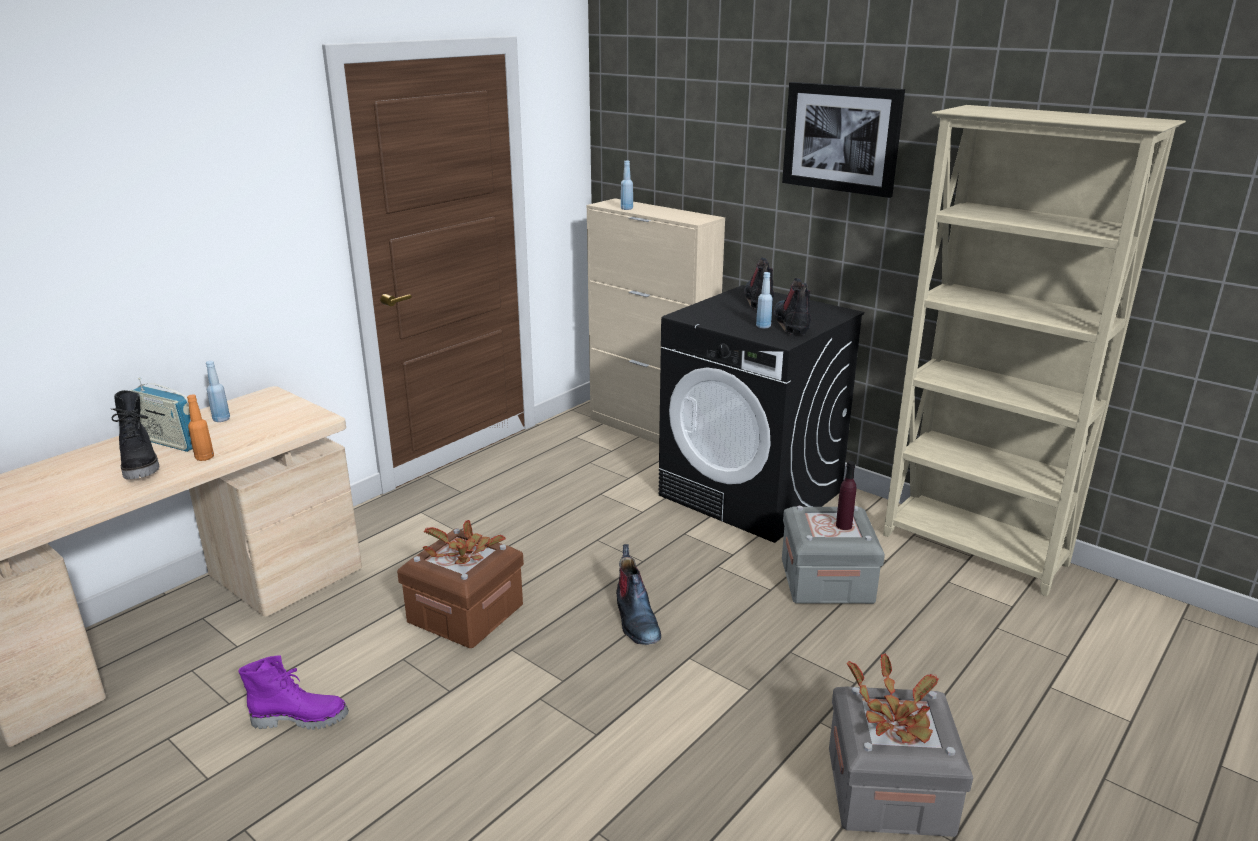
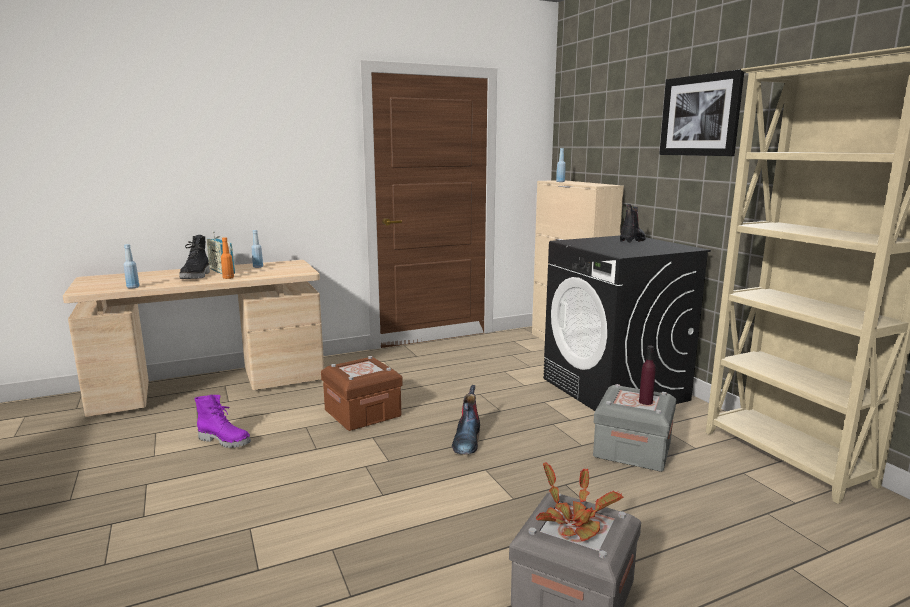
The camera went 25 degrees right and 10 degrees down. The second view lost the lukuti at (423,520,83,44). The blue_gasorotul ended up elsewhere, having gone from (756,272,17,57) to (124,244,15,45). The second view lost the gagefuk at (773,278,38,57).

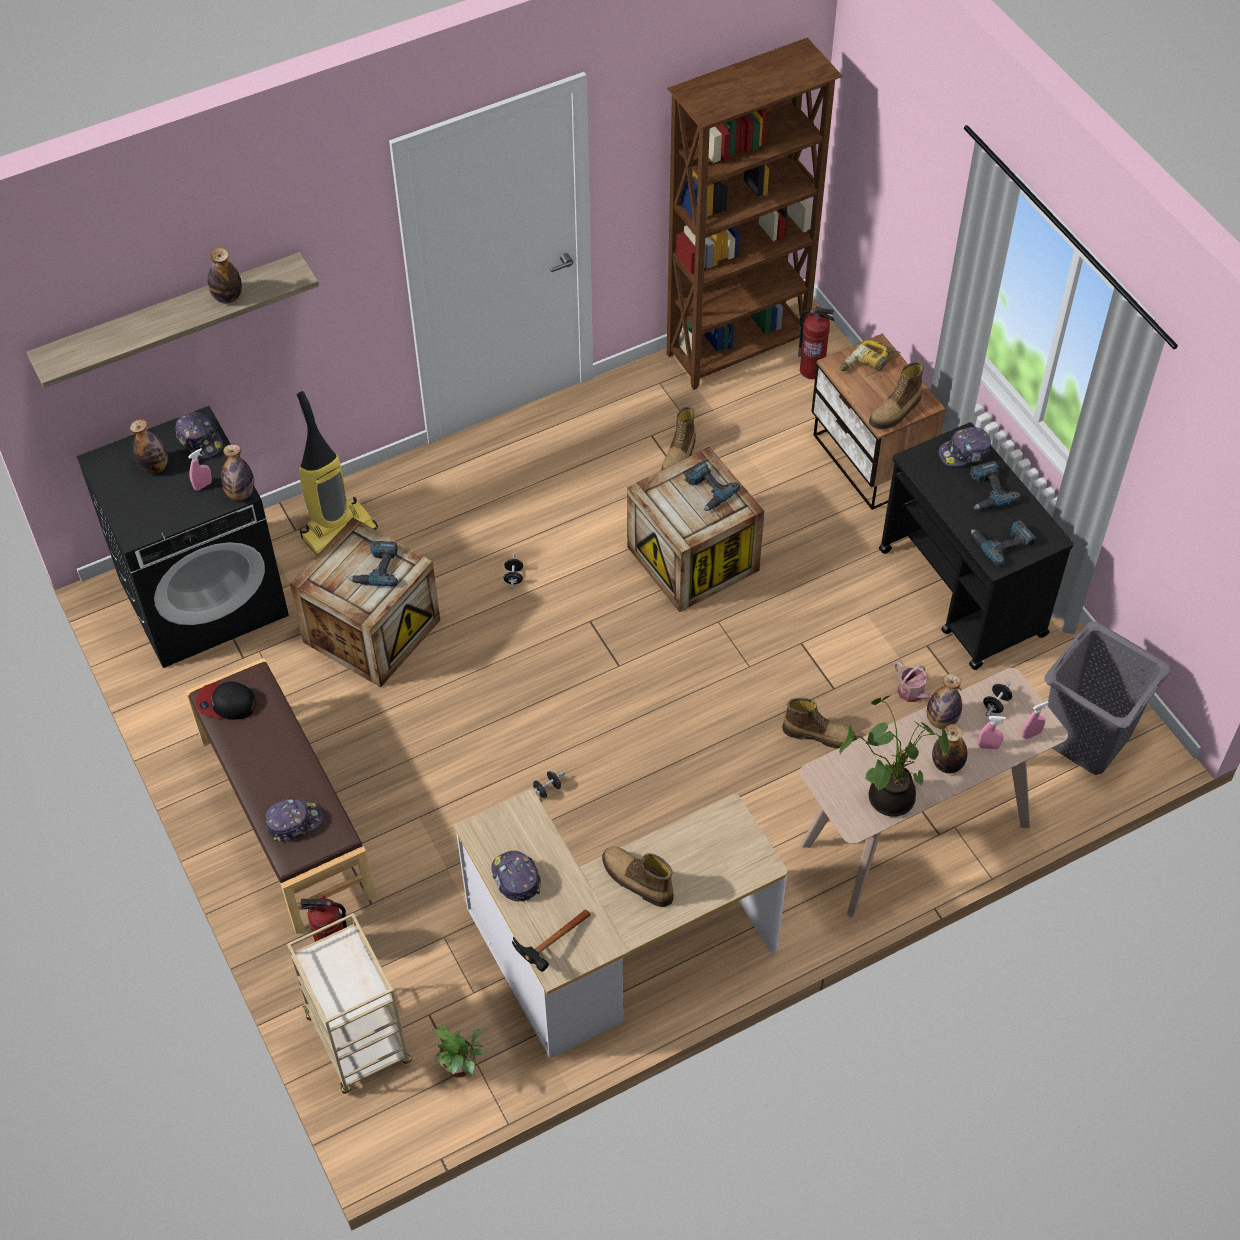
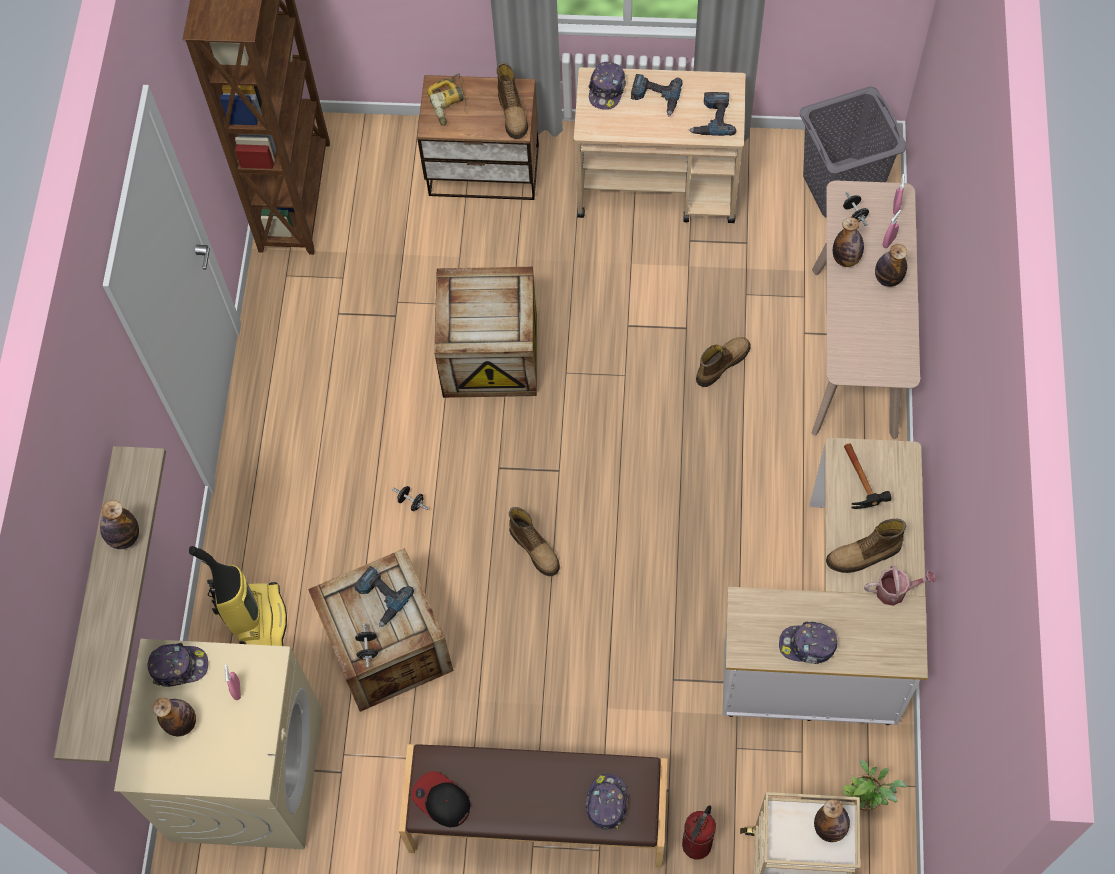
The camera went 55 degrees left and 10 degrees up. What was the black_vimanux at (76,406,213,262) turned into the beige_vimanux at (114,639,208,210). The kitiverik at (196,681,60,39) ended up facing another way, 90 degrees clockwise from before. The gasorotul ended up elsewhere, having gone from (221,444,33,56) to (814,799,36,43). The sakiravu ended up elsewhere, having gone from (512,910,78,62) to (844,443,47,66). The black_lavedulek ended up elsewhere, having gone from (533,771,32,27) to (355,623,23,45). The gagefuk ended up elsewhere, having gone from (661,406,35,64) to (509,507,51,69). The second view lost the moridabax at (685,461,55,50). The second view lost the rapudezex at (798,306,37,73). The second view lost the lukuti at (839,696,110,121). What was the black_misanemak at (879,422,195,248) turned into the beige_misanemak at (574,67,172,156). The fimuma ended up elsewhere, having gone from (894,662,41,40) to (864,565,72,41).

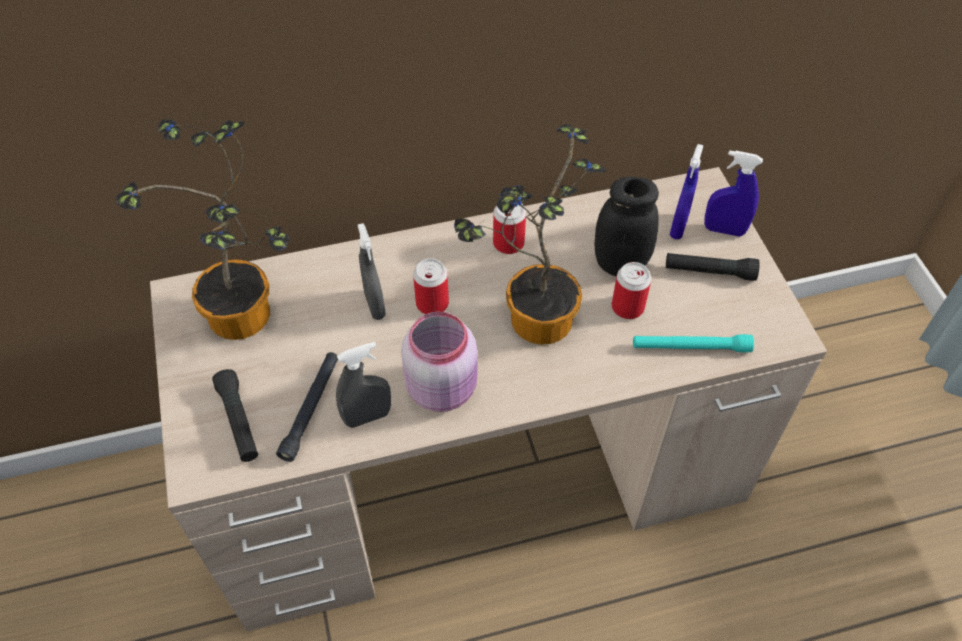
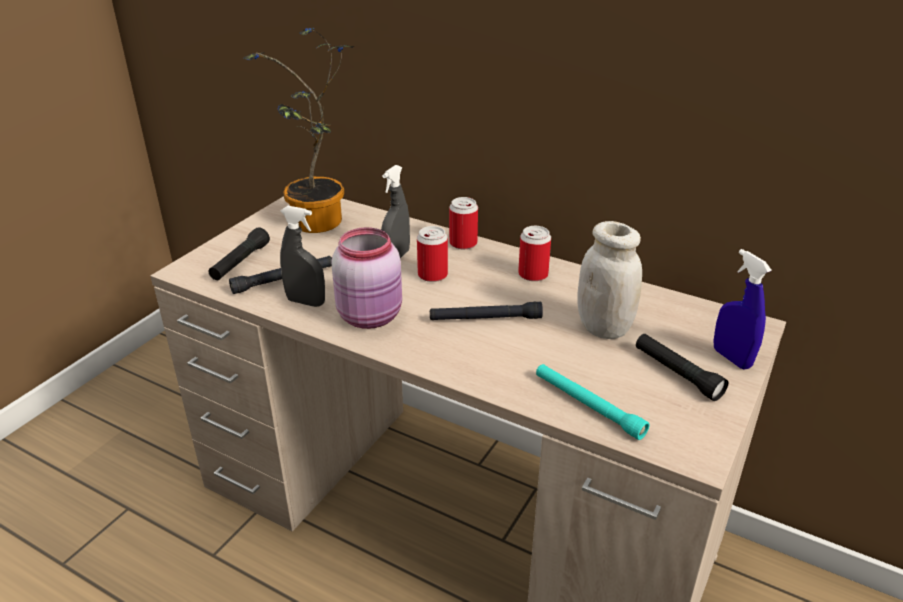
The camera went 45 degrees right and 20 degrees down. Where the lukuti stood at (454,124,152,221), the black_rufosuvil came to stand at (430,302,113,18). What was the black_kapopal at (595,177,64,99) turned into the white_kapopal at (577,221,65,118). The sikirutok ended up elsewhere, having gone from (612,262,39,57) to (449,197,29,52). The second view lost the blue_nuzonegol at (670,144,33,95).

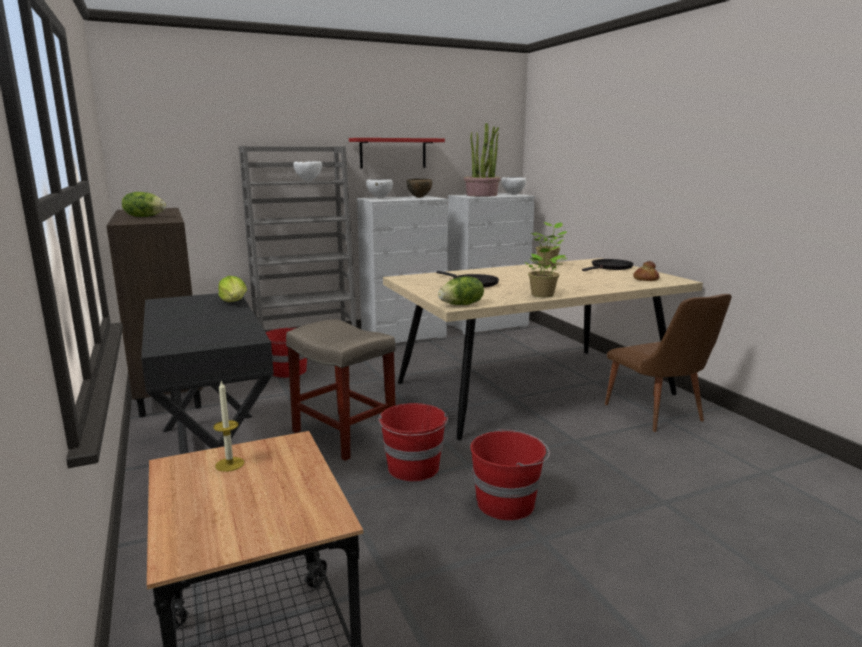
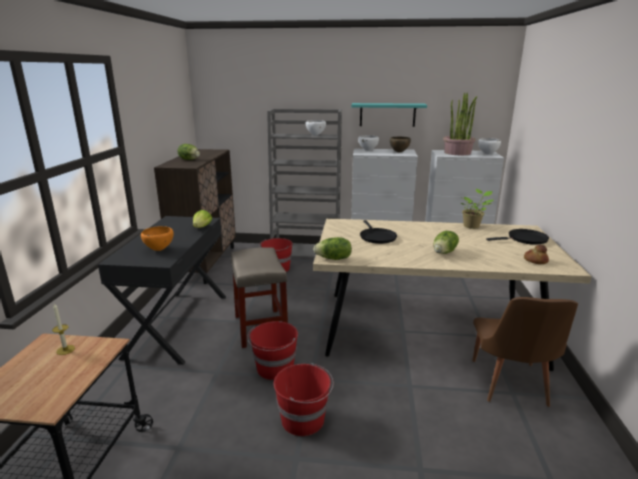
The camera went 30 degrees right and 5 degrees up. What was the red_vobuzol at (349,138,96,31) turned into the turquoise_vobuzol at (351,103,76,24). The second view lost the lukuti at (524,246,43,51). The second view gained the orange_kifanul at (141,226,33,25). The second view gained the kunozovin at (433,231,26,23).

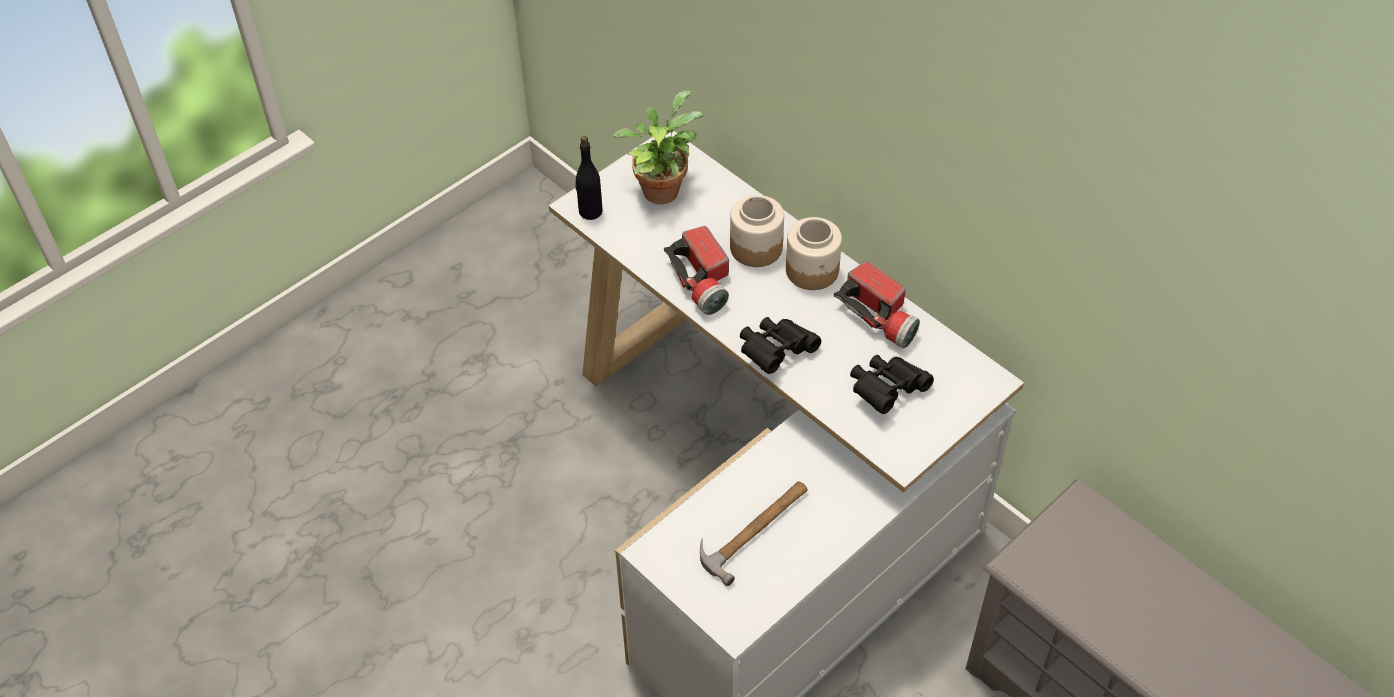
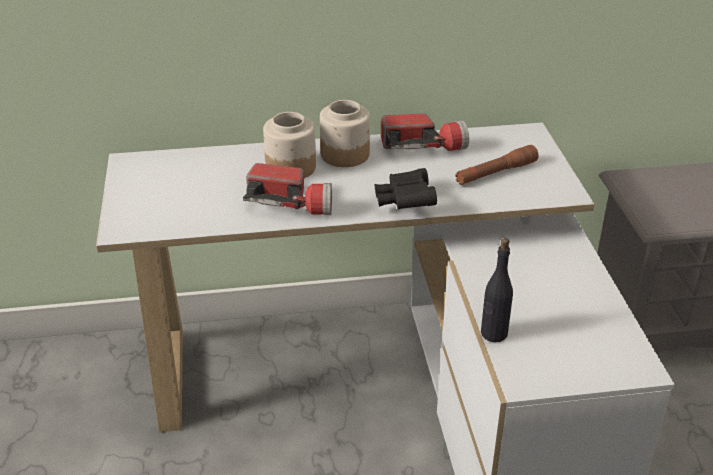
The camera went 55 degrees left and 15 degrees down. The black_gasorotul ended up elsewhere, having gone from (575,136,28,84) to (481,238,32,104). The second view lost the lukuti at (613,91,90,113). The second view lost the sakiravu at (700,481,108,105). Where the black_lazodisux stood at (850,355,84,59), the brown_rufosuvil came to stand at (455,145,84,40).

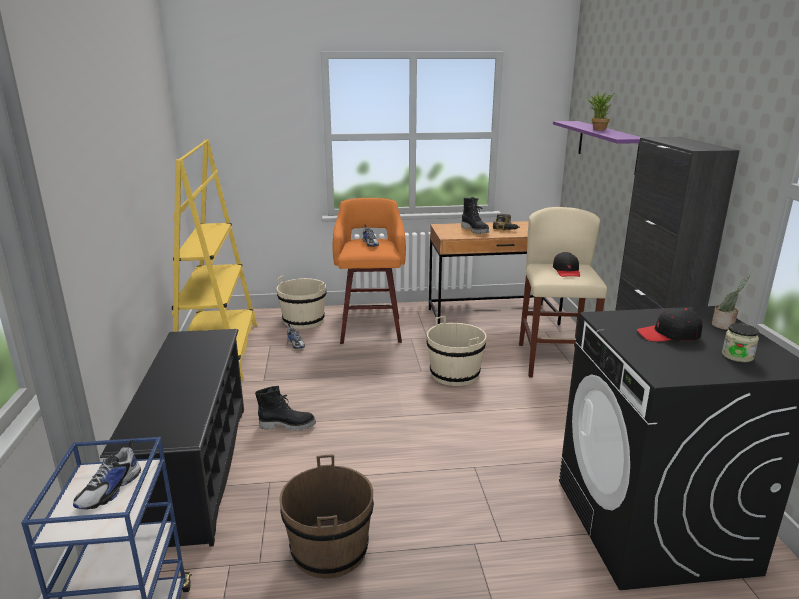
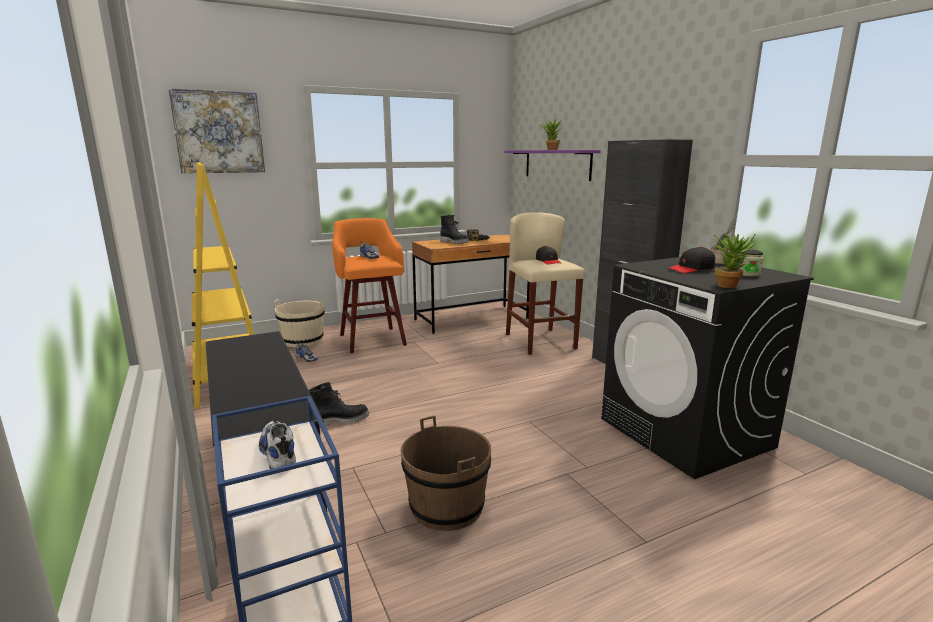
The camera went 20 degrees left and 5 degrees down. The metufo at (73,440,68,70) ended up facing another way, 150 degrees clockwise from before. The second view lost the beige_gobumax at (427,316,59,70). The second view gained the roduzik at (168,88,97,86). The second view gained the lukuti at (712,233,43,55).

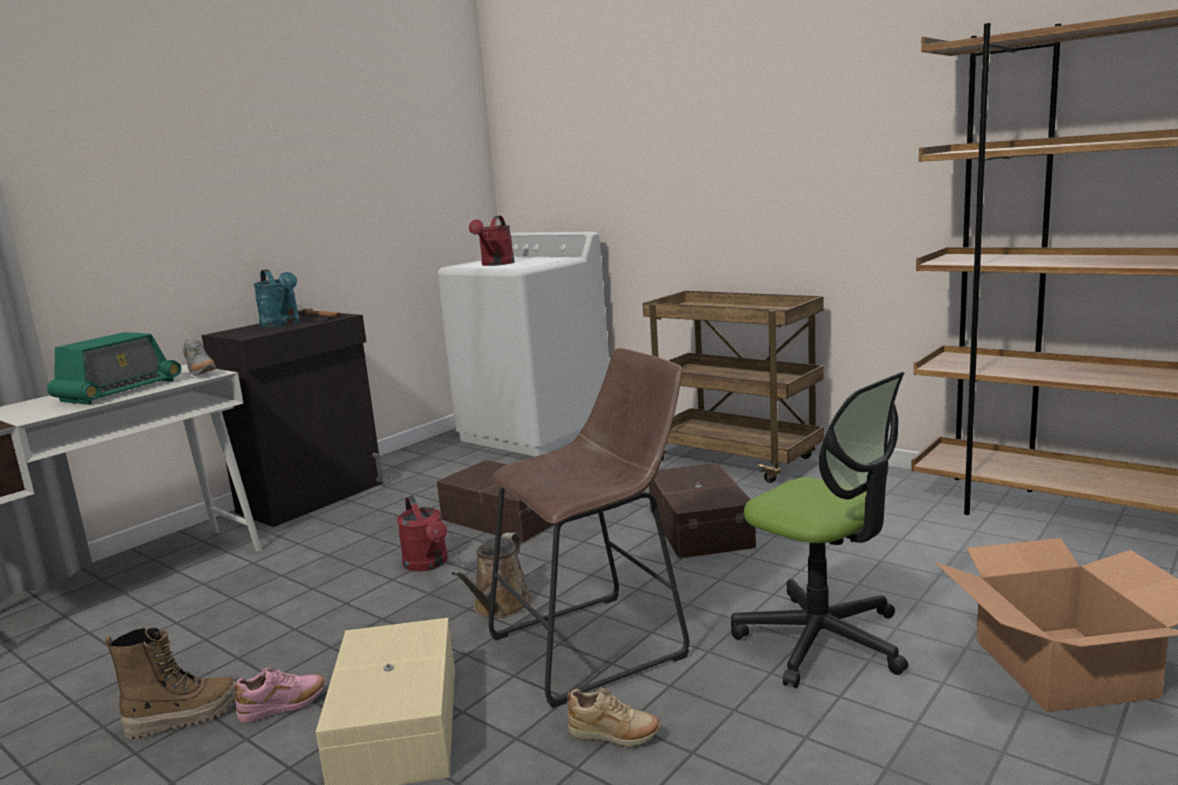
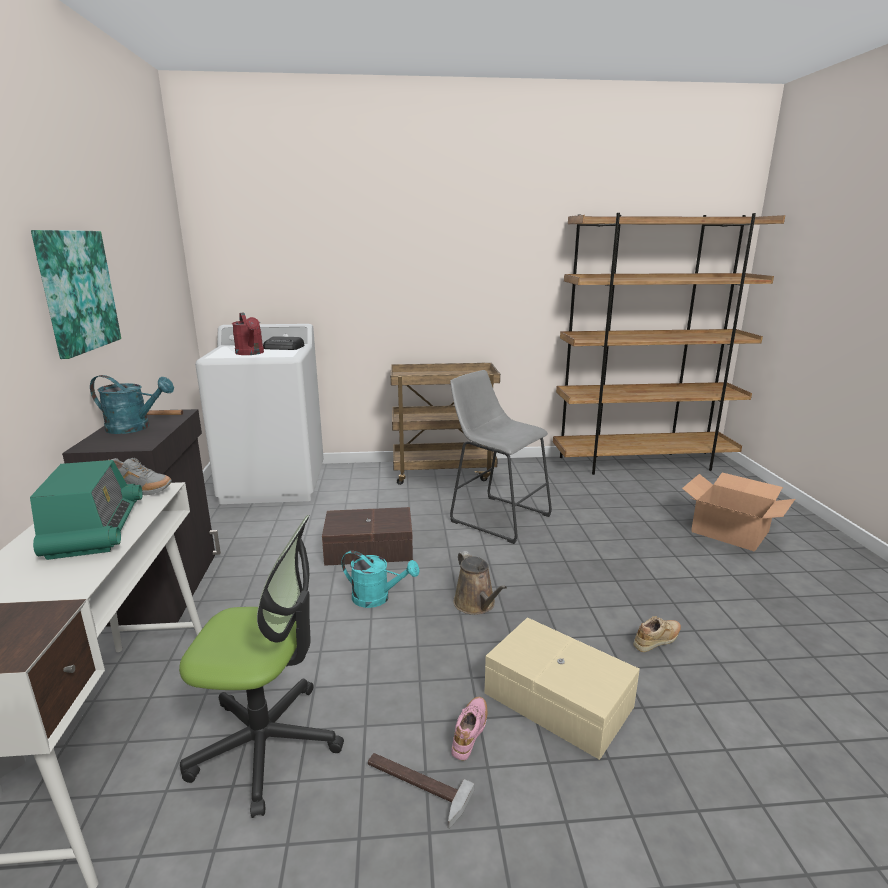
The camera went 45 degrees left and 5 degrees up. Where the gagefuk stood at (105,627,131,112), the sakiravu came to stand at (368,753,107,76). What was the red_fimuma at (397,496,51,76) turned into the turquoise_fimuma at (341,551,79,57). The second view lost the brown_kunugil at (489,348,200,360). Where the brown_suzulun stood at (649,463,107,96), the grey_kunugil came to stand at (450,370,102,174). The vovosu ended up elsewhere, having gone from (731,372,178,316) to (179,515,165,303). The second view gained the roduzik at (31,230,90,129). The second view gained the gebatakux at (263,336,41,14).

